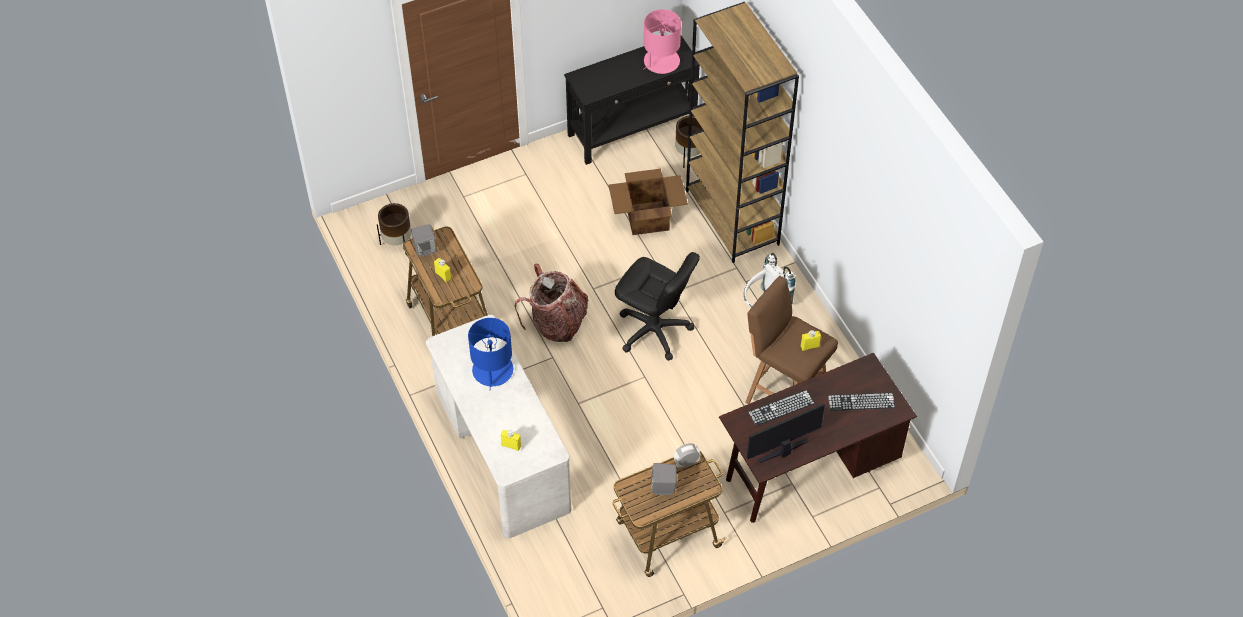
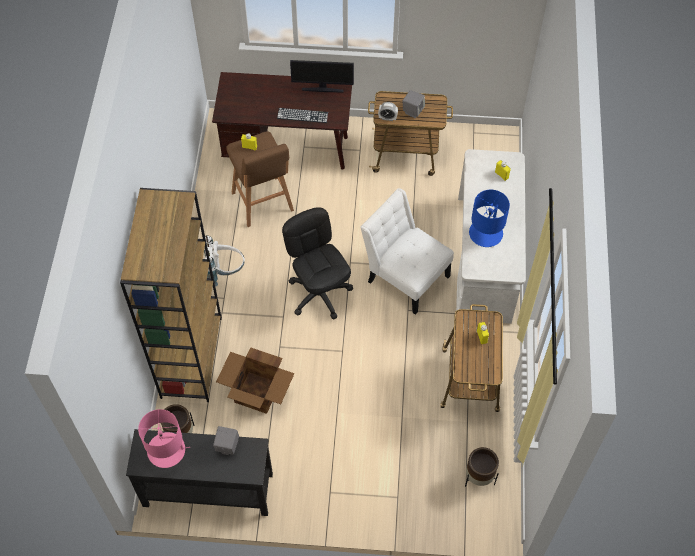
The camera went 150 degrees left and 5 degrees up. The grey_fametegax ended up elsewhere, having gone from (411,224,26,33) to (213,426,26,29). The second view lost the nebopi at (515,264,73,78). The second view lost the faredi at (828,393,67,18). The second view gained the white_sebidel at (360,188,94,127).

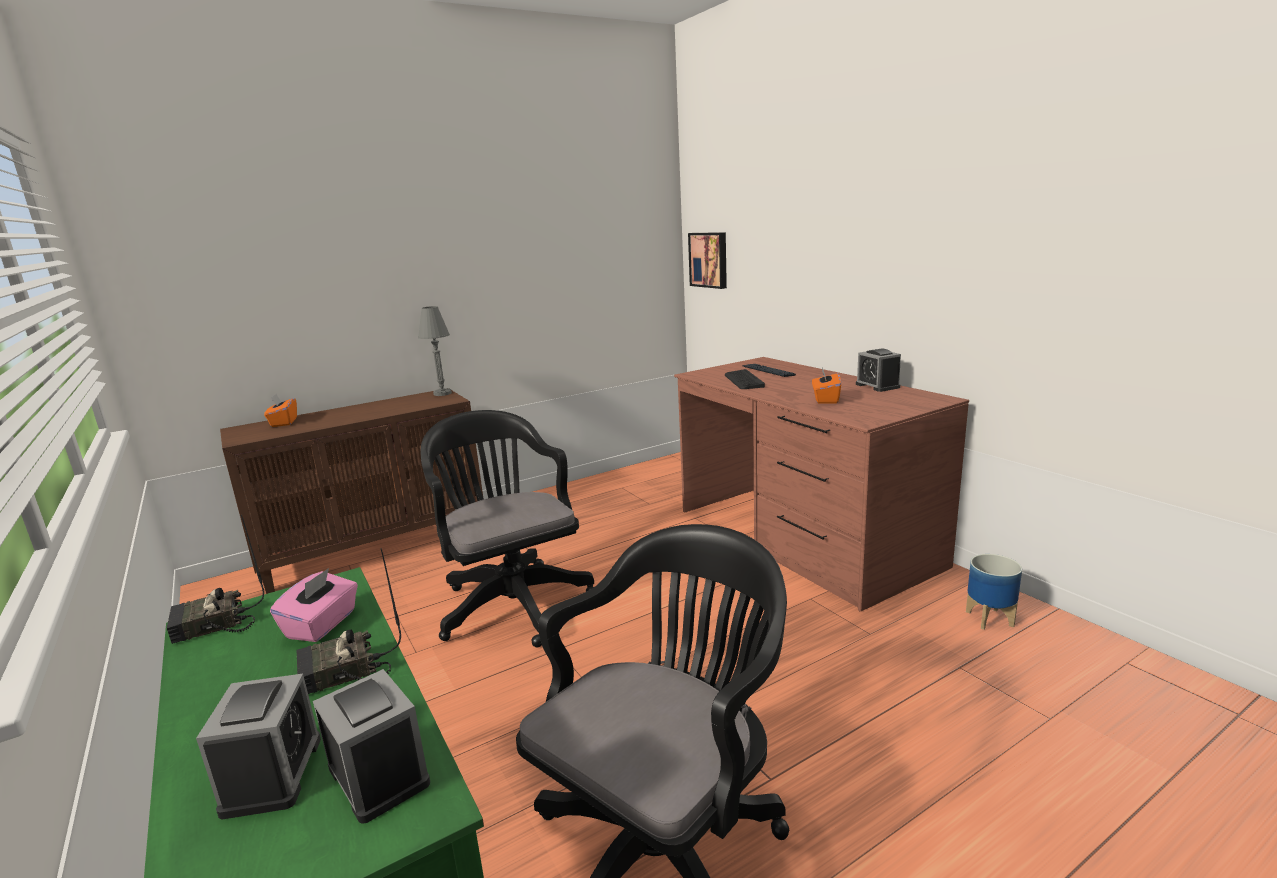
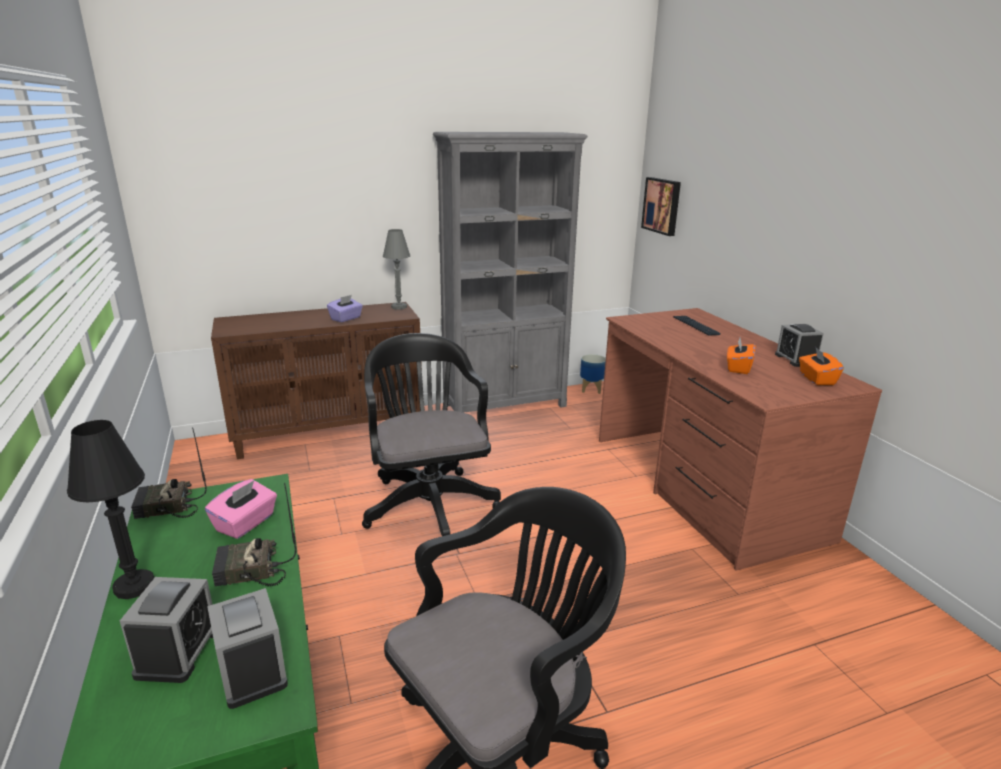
The camera went 10 degrees right and 5 degrees up. The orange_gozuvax ended up elsewhere, having gone from (264,394,33,33) to (799,348,45,37). The second view lost the faredi at (725,369,40,20). The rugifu ended up elsewhere, having gone from (966,554,56,76) to (580,354,26,40). The second view gained the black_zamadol at (67,420,87,179). The second view gained the purple_gozuvax at (327,295,36,27). The second view gained the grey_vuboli at (433,132,155,281).

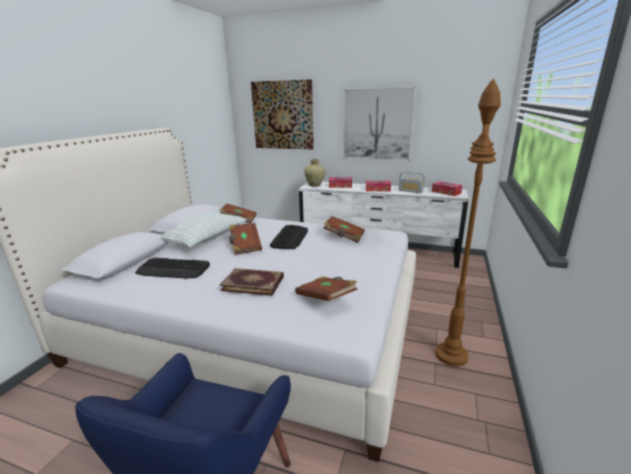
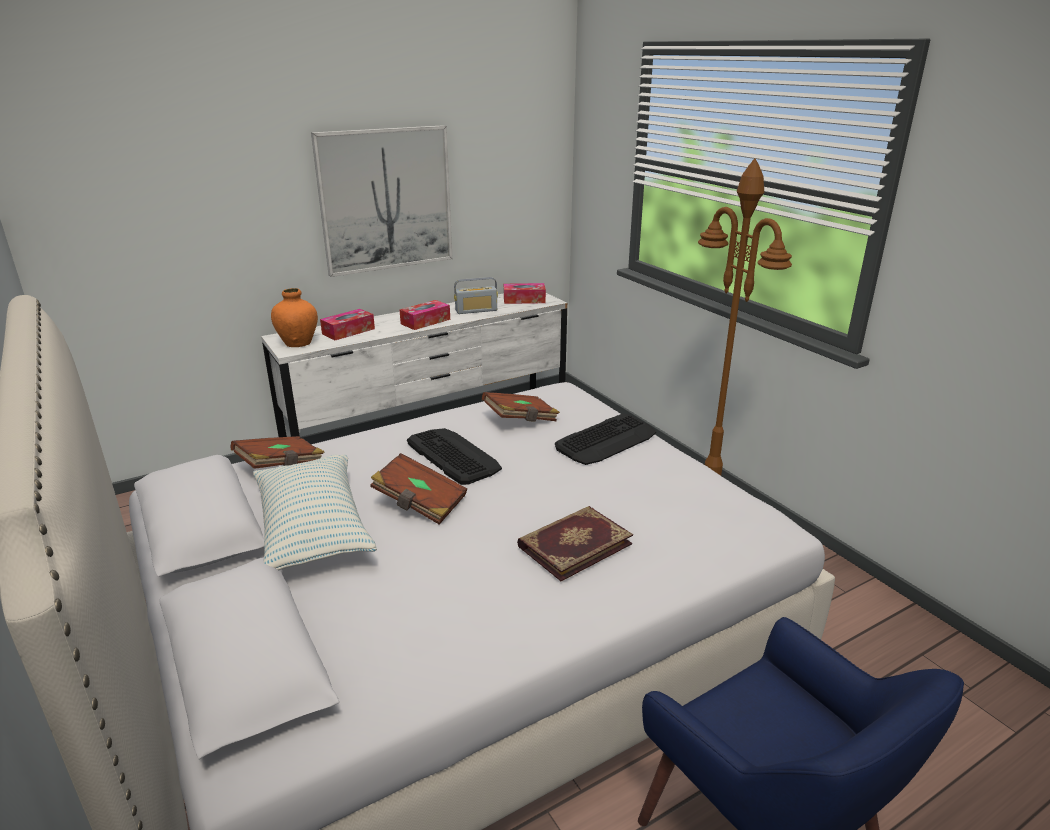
The camera went 50 degrees left and 5 degrees up. The faredi ended up elsewhere, having gone from (135,258,75,21) to (555,413,101,52). The second view lost the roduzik at (251,79,63,70). The second view lost the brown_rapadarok at (295,276,63,25). What was the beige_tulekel at (304,159,21,28) turned into the orange_tulekel at (271,288,47,59).

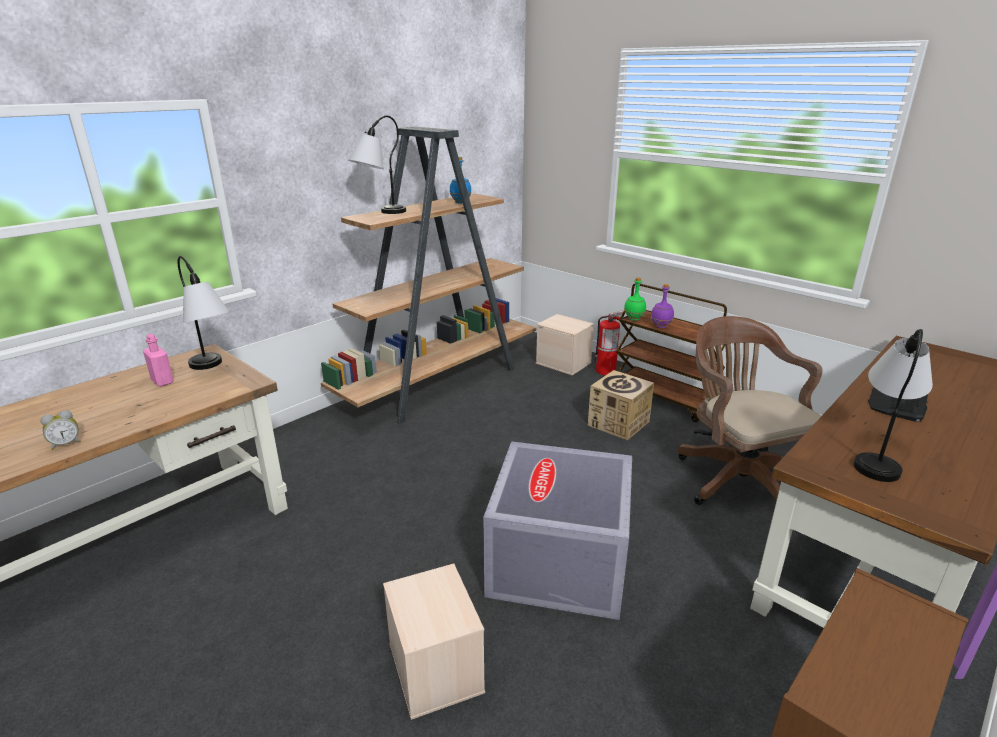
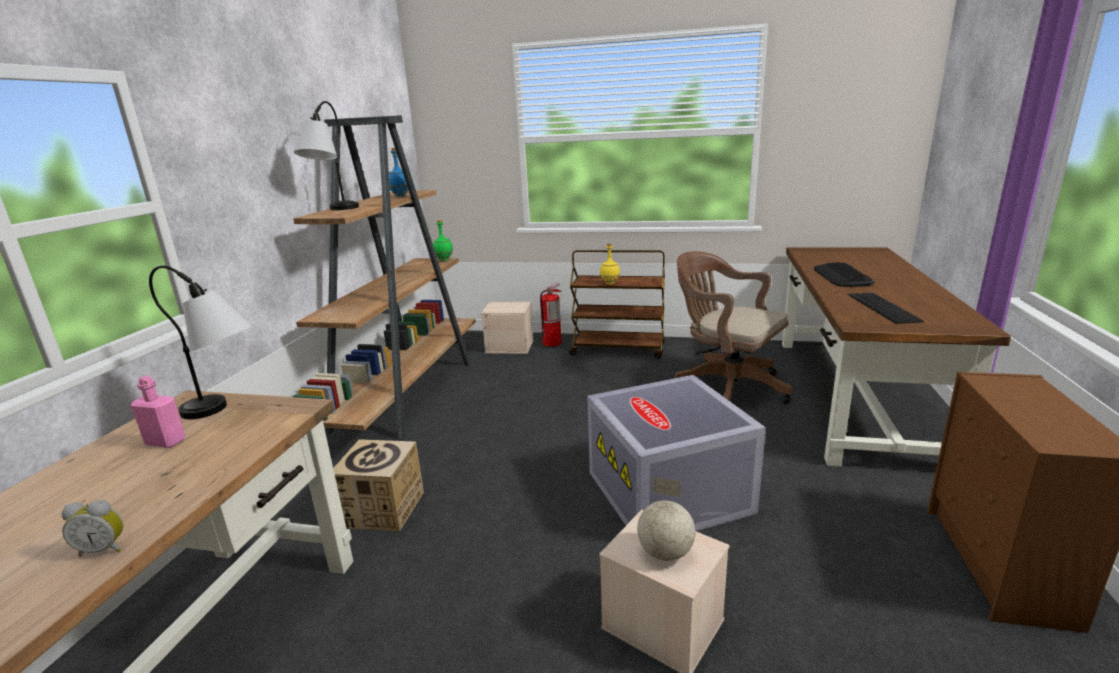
The camera went 30 degrees left and 5 degrees down. The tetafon at (40,410,41,40) ended up facing another way, 60 degrees clockwise from before. The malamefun ended up elsewhere, having gone from (588,370,66,70) to (333,439,91,92). The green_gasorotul ended up elsewhere, having gone from (624,277,22,44) to (433,220,20,41). What was the purple_gasorotul at (651,284,23,44) turned into the yellow_gasorotul at (600,243,20,41). Where the zamadol stood at (854,329,79,153), the faredi came to stand at (848,293,76,31). The second view gained the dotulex at (637,477,58,84).

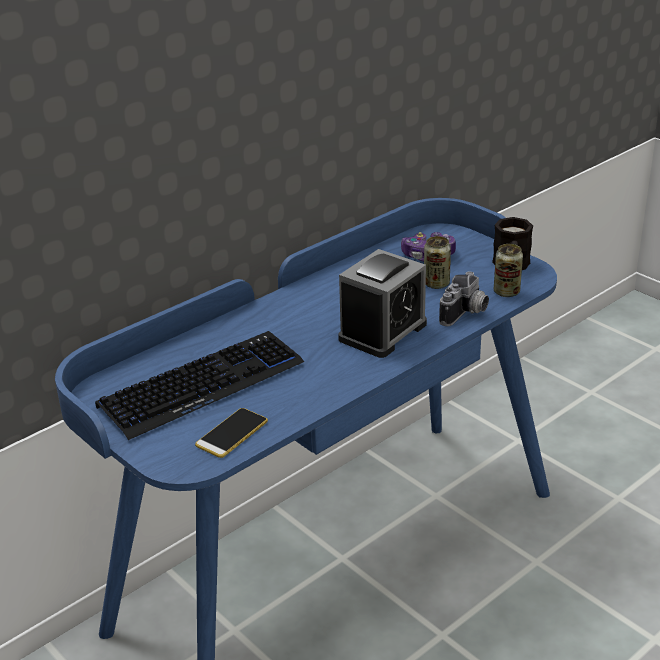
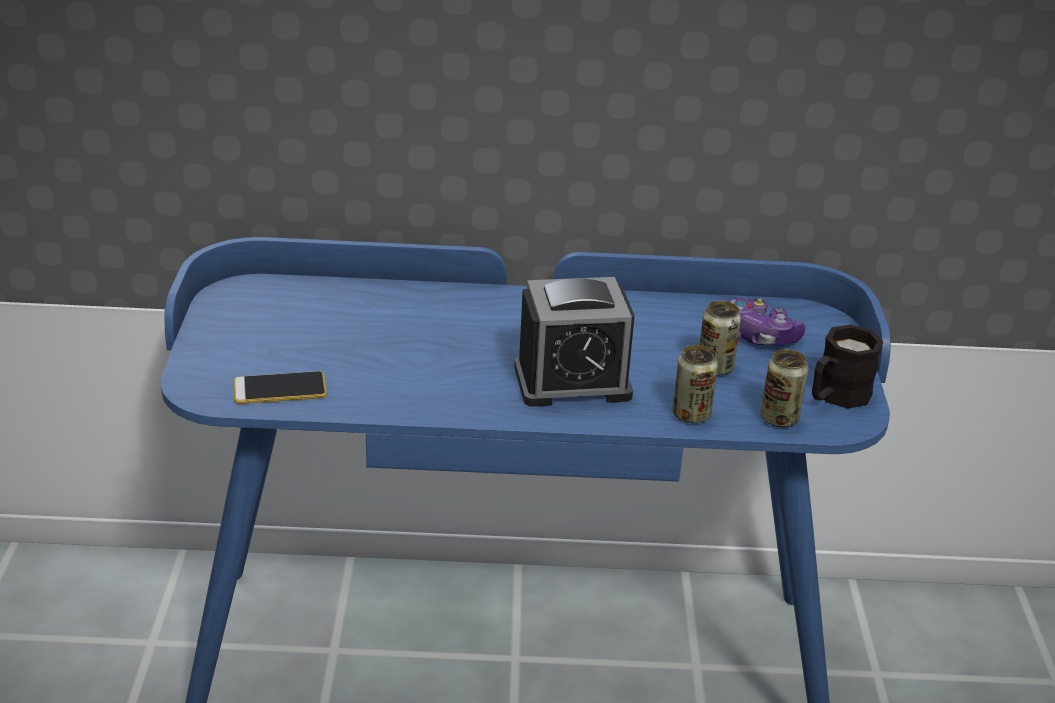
The camera went 40 degrees right and 0 degrees up. The second view lost the faredi at (95,331,210,109). Where the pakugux stood at (439,271,50,55), the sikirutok came to stand at (672,345,46,78).

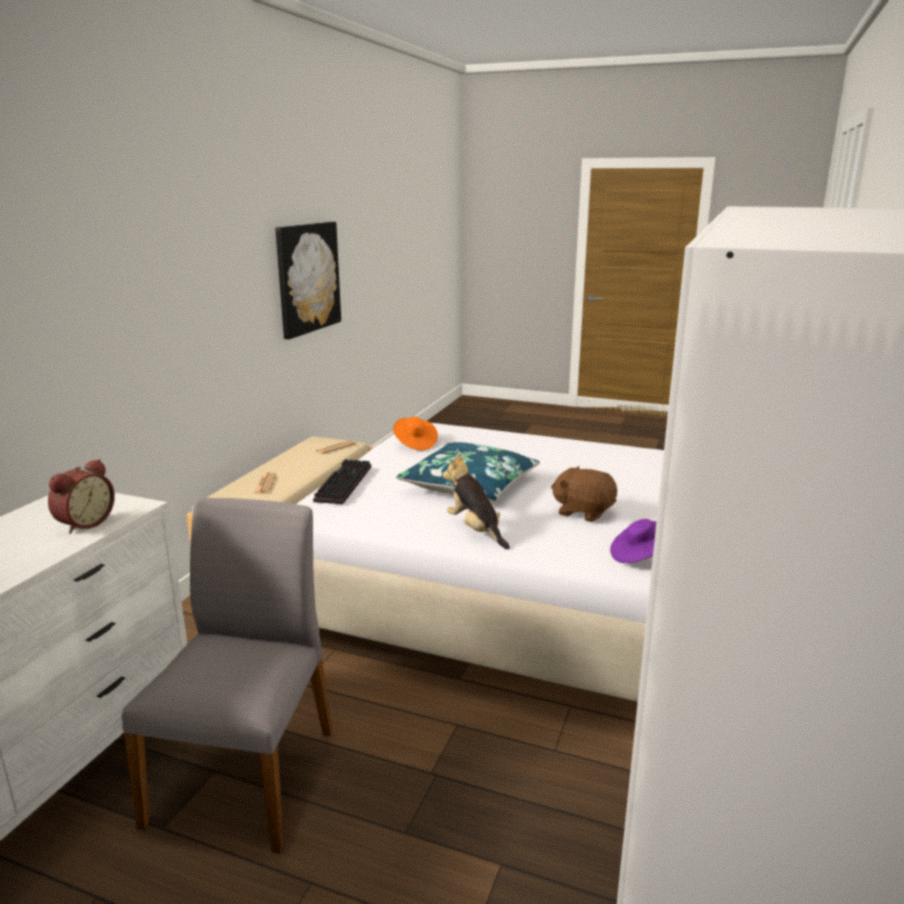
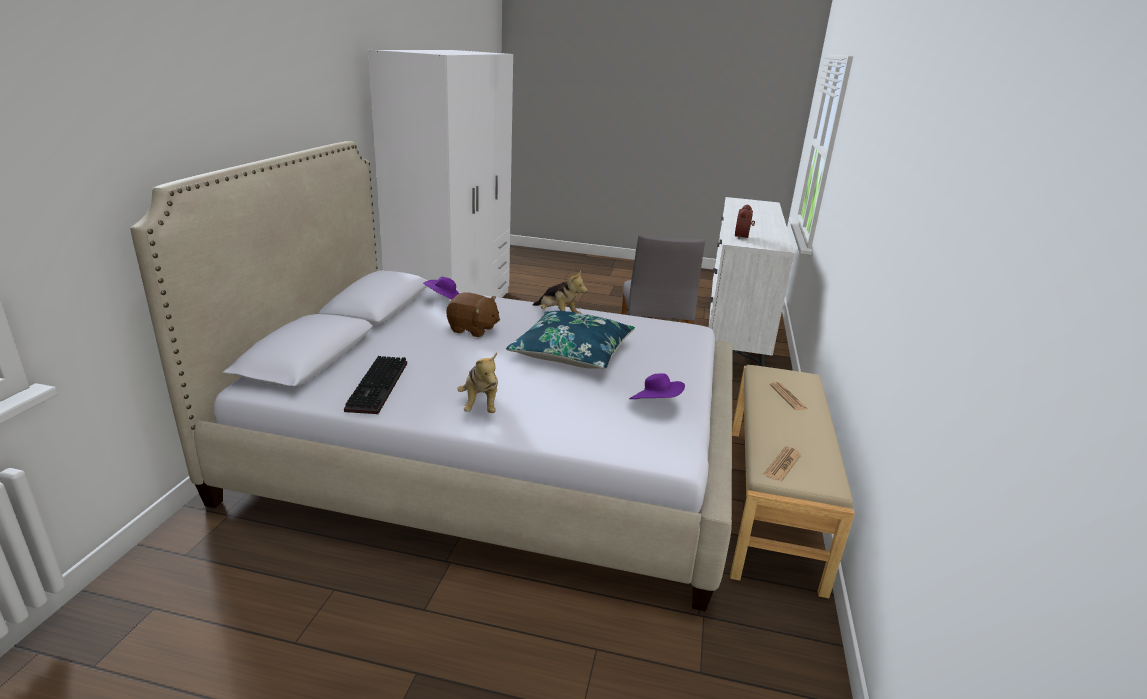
The camera went 170 degrees right and 5 degrees up. The second view lost the roduzik at (275,222,66,117). The faredi ended up elsewhere, having gone from (313,459,58,45) to (344,356,63,58). What was the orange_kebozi at (393,416,45,34) turned into the purple_kebozi at (629,374,56,25). The second view gained the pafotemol at (457,353,41,60).

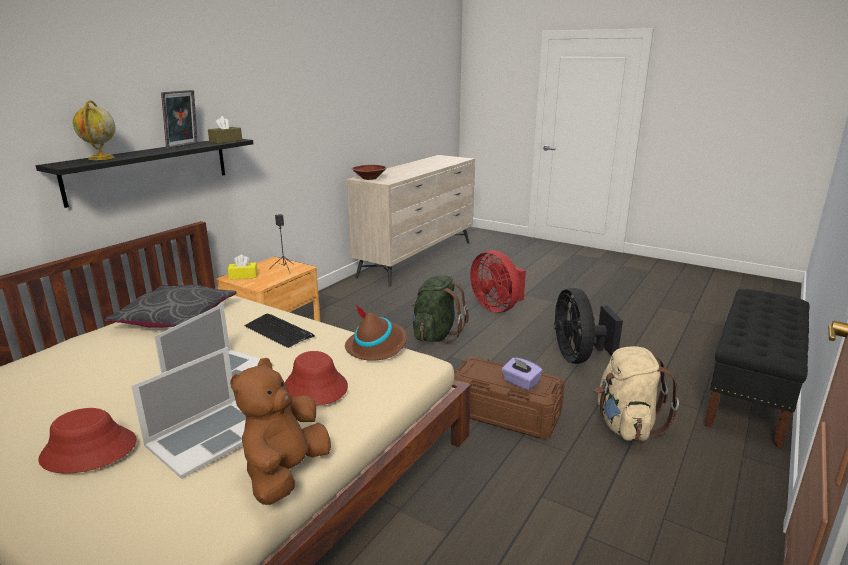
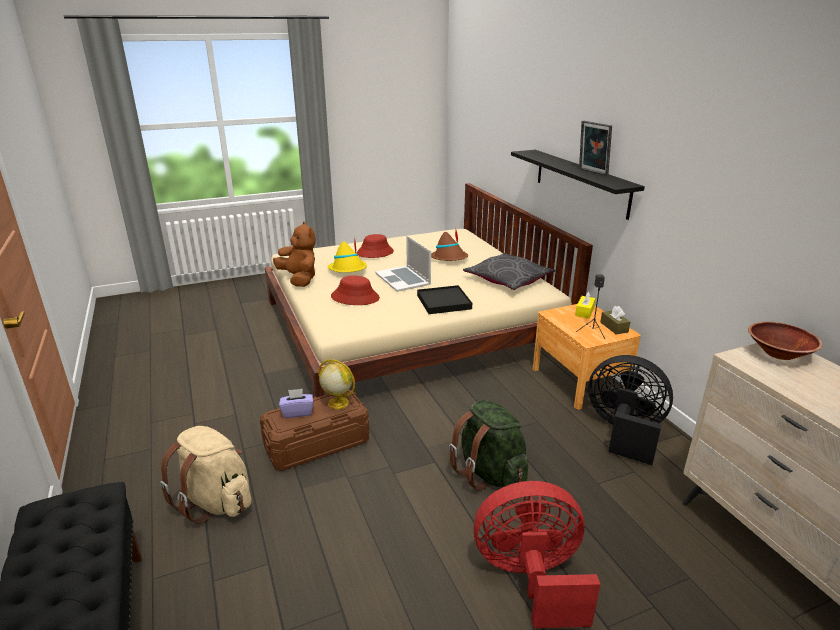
The camera went 125 degrees right and 5 degrees up. The dotulex ended up elsewhere, having gone from (73,100,42,60) to (318,359,37,50). Where the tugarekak stood at (131,347,115,132), the yellow_kebozi came to stand at (328,241,39,32). The brown_gozuvax ended up elsewhere, having gone from (208,116,34,28) to (600,306,30,29). Where the faredi stood at (244,314,71,34), the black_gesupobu came to stand at (417,285,55,29). The brown_kebozi ended up elsewhere, having gone from (345,304,62,57) to (431,230,37,31). The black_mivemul ended up elsewhere, having gone from (554,288,69,76) to (588,355,85,110).

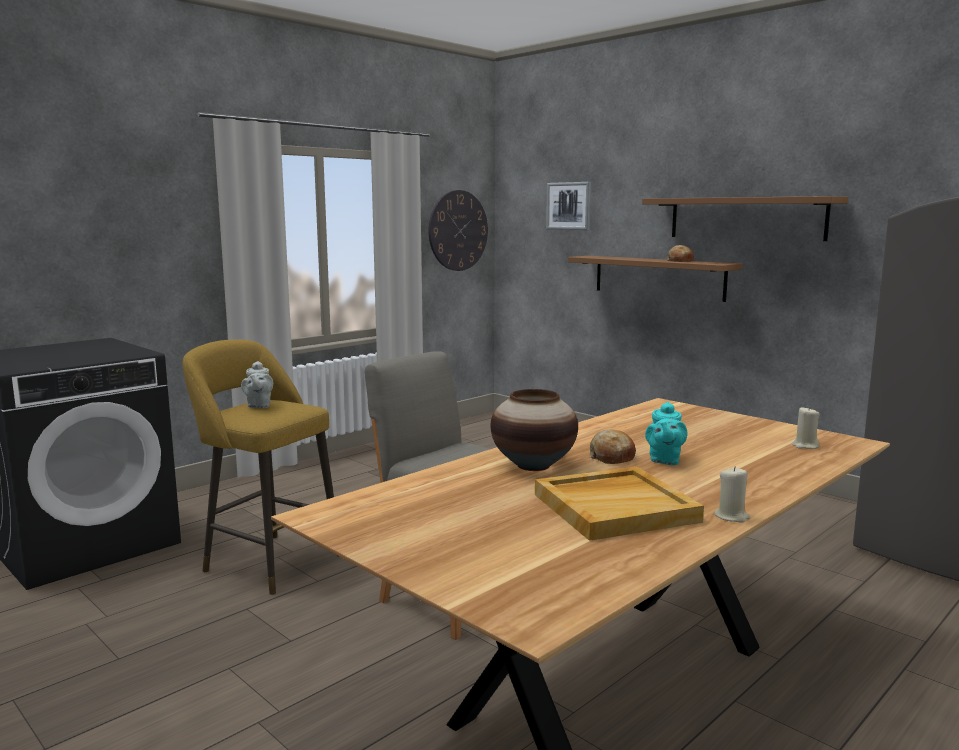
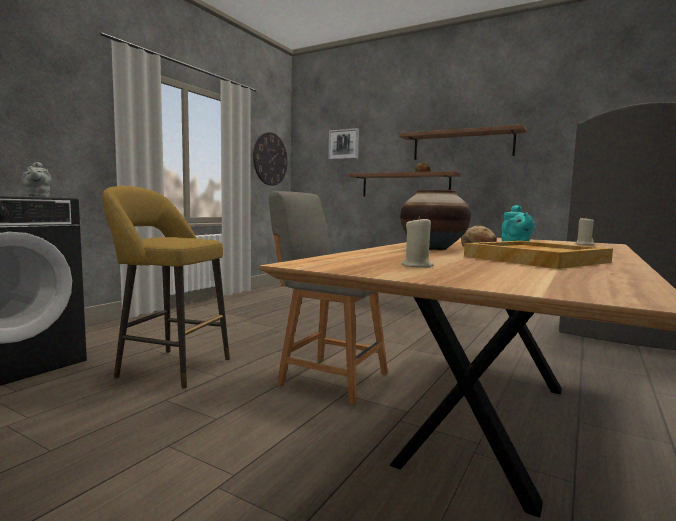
The camera went 15 degrees left and 5 degrees down. The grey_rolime ended up elsewhere, having gone from (241,361,32,47) to (21,162,30,35). The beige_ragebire ended up elsewhere, having gone from (714,466,36,57) to (402,216,32,52).

